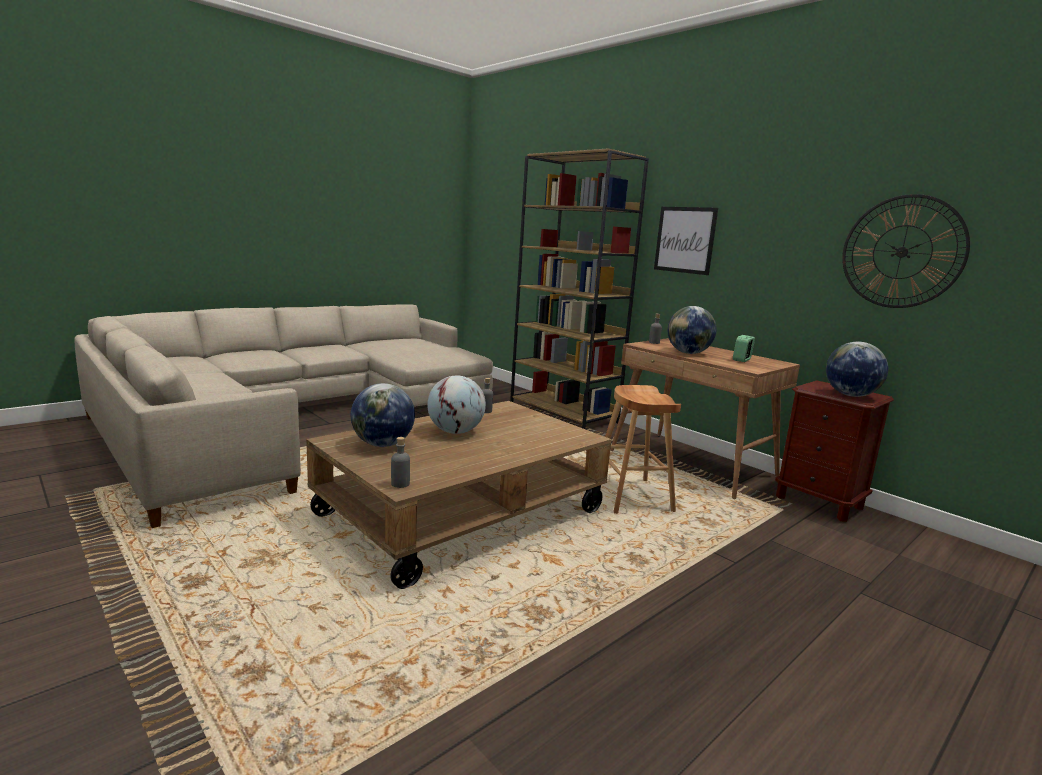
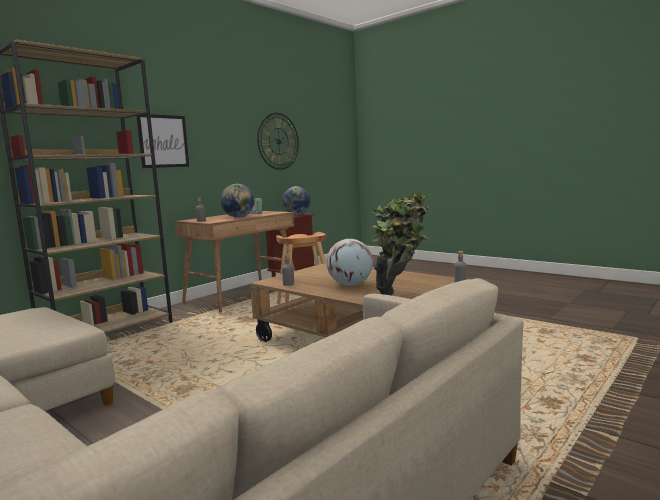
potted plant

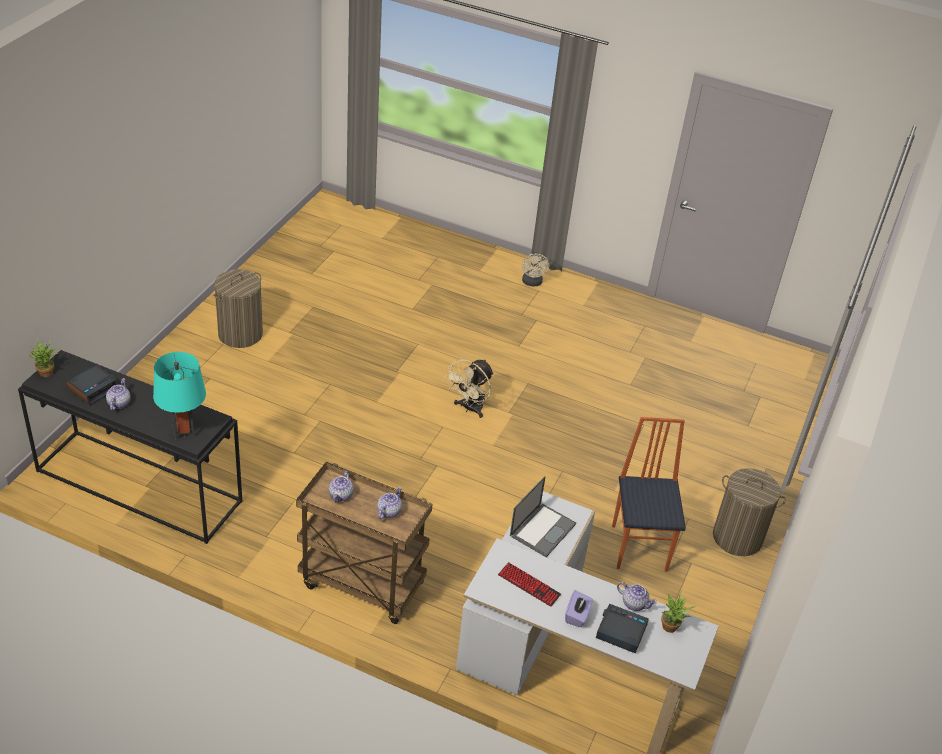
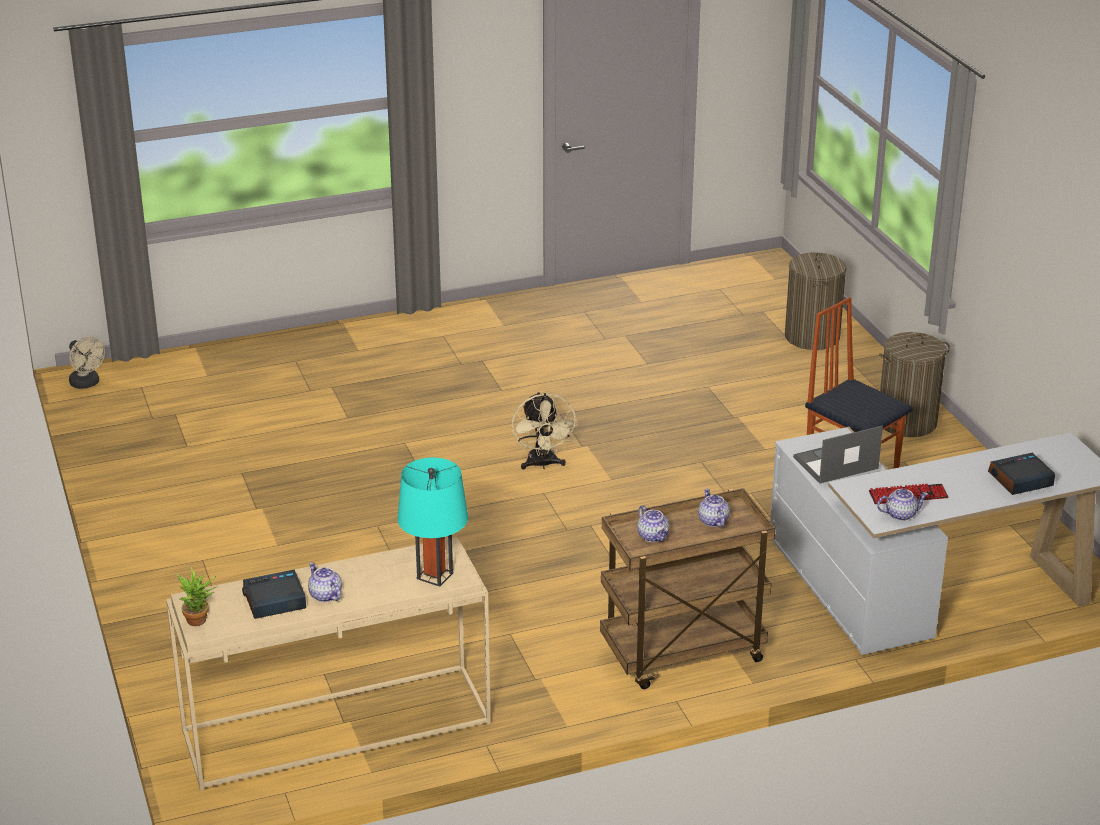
beige console table; alarm clock (no. 1 from left); laundry basket (no. 1 from left); laptop; beige fan (no. 1 from left); purple tissue box; teapot (no. 4 from left); potted plant (no. 2 from left in the first image)

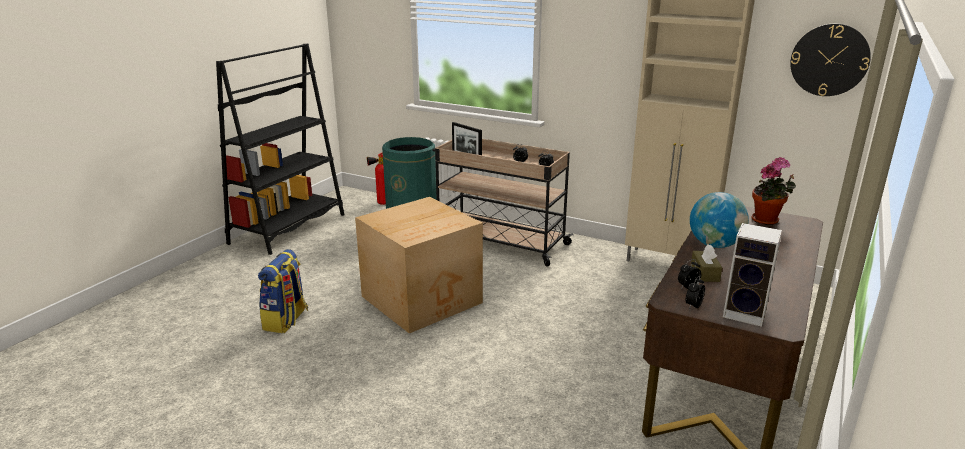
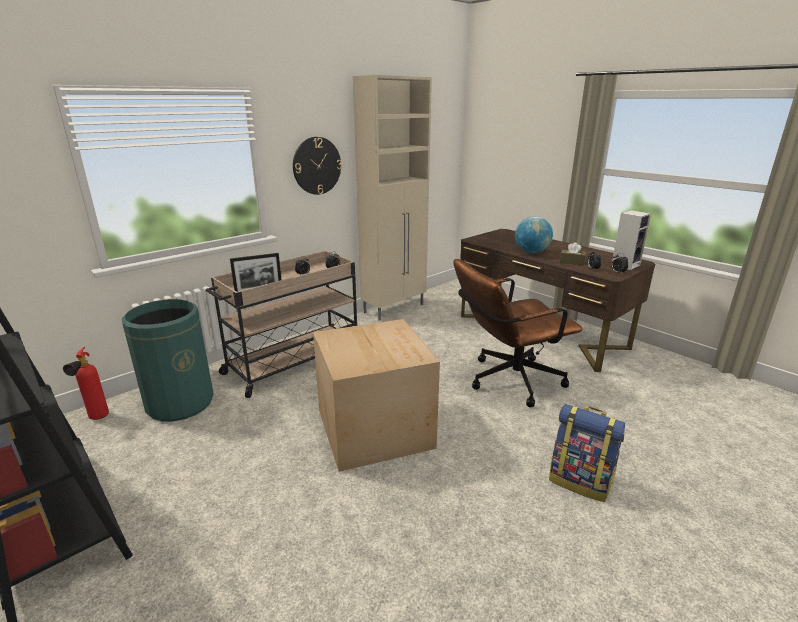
backpack; potted plant; wall clock; brown office chair

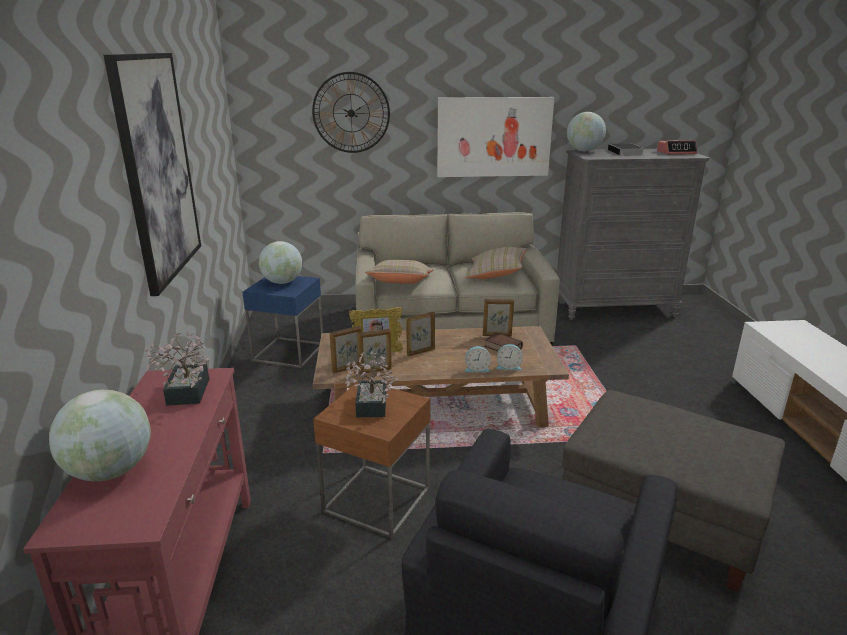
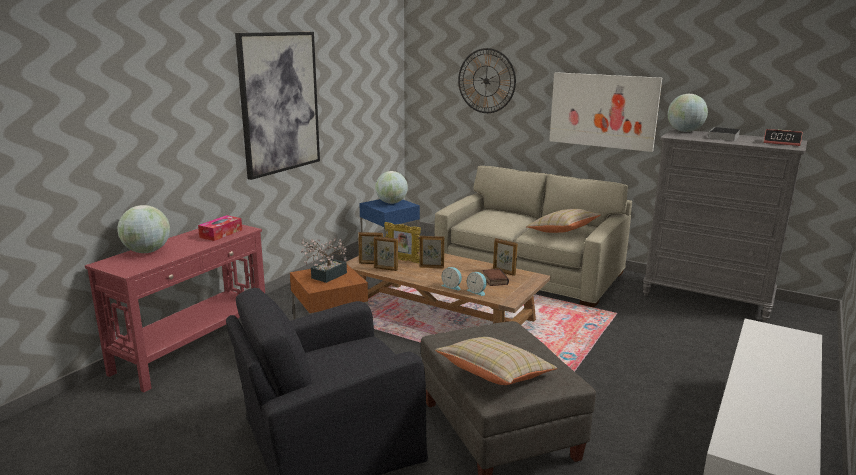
tissue box; beige pillow (no. 1 from left)

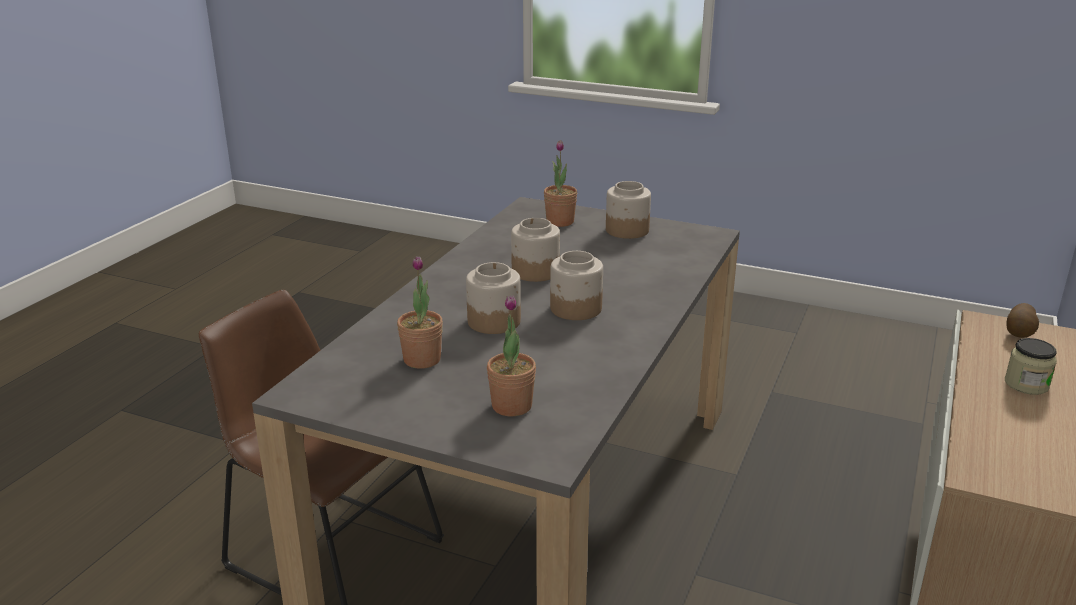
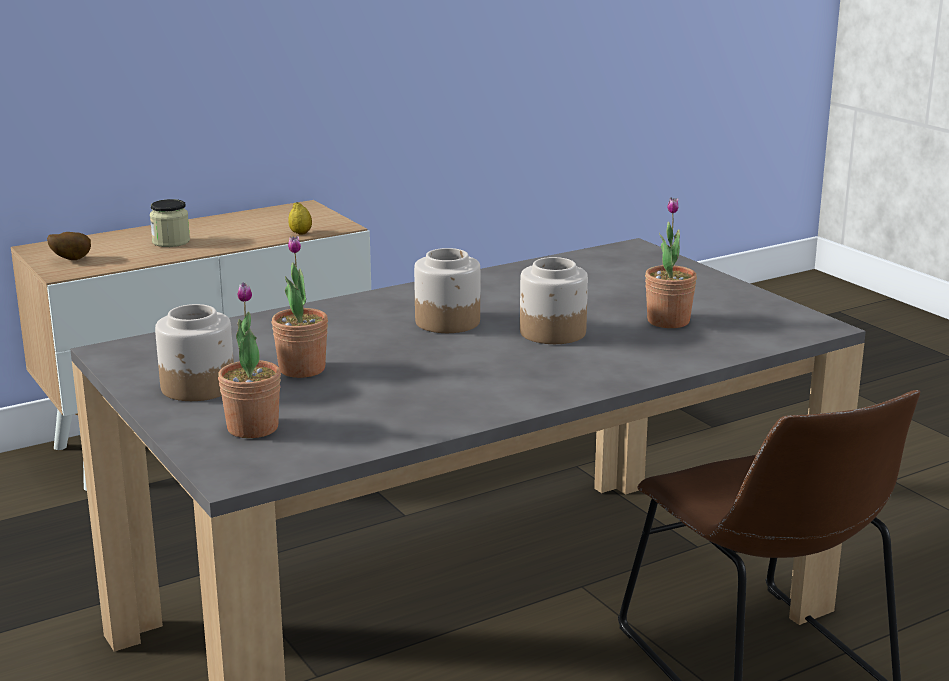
potted plant (no. 2 from left); jar (no. 2 from left in the first image); lemon

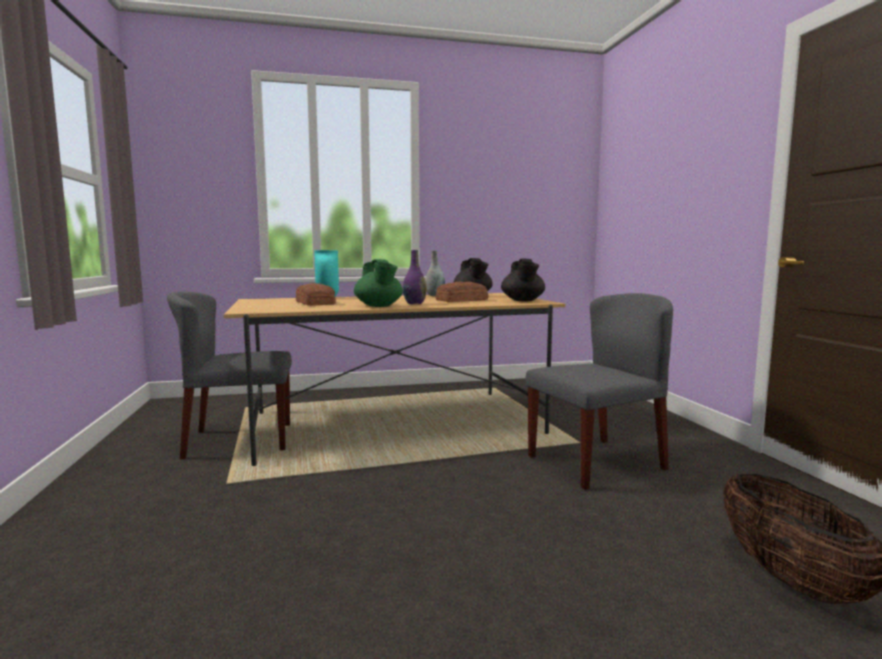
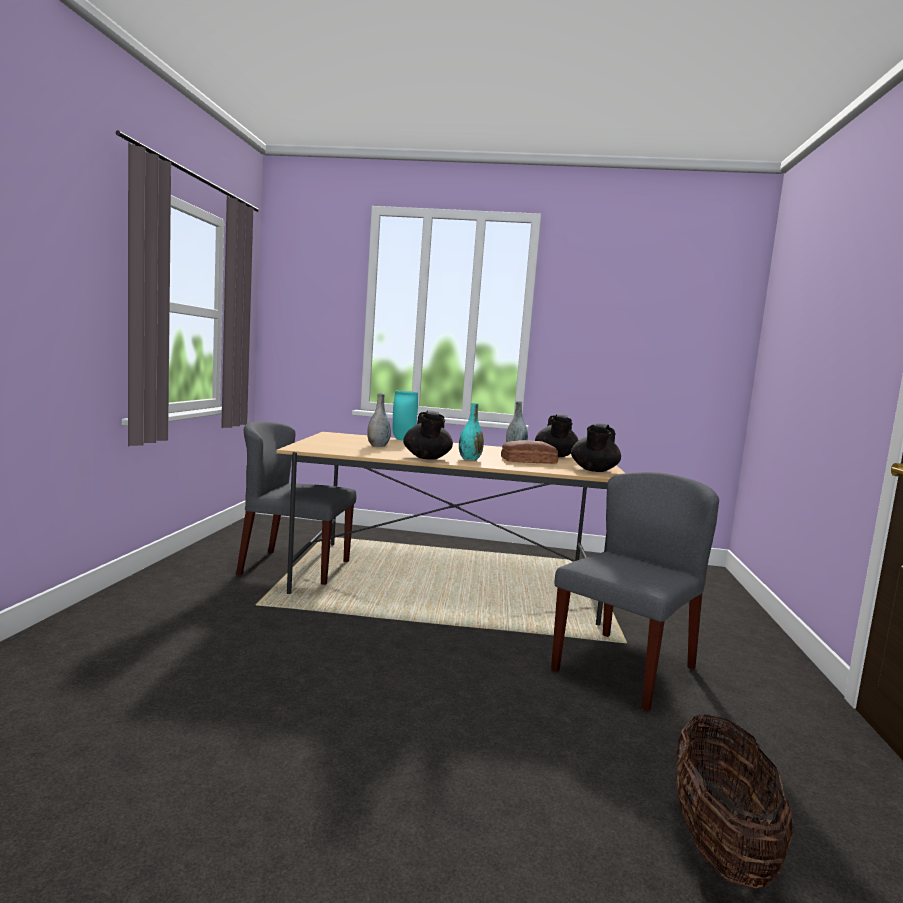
grey vase (no. 1 from left); black teapot (no. 1 from left); turquoise vase (no. 2 from left); grey chair (no. 2 from left)

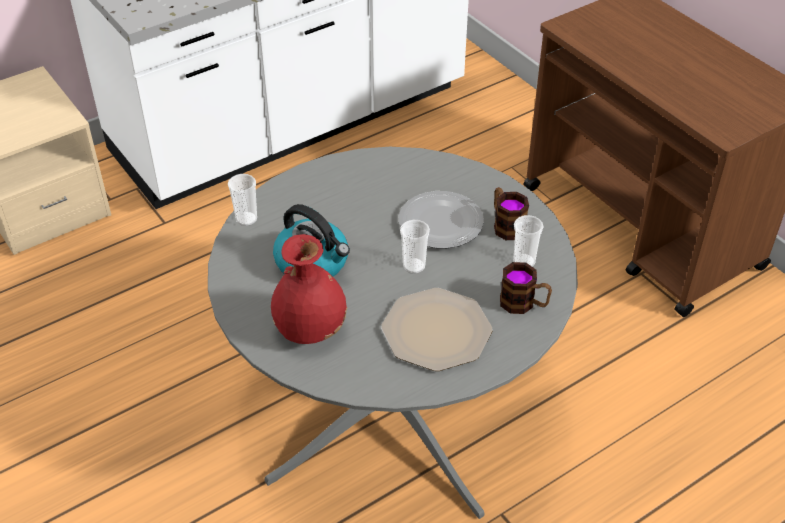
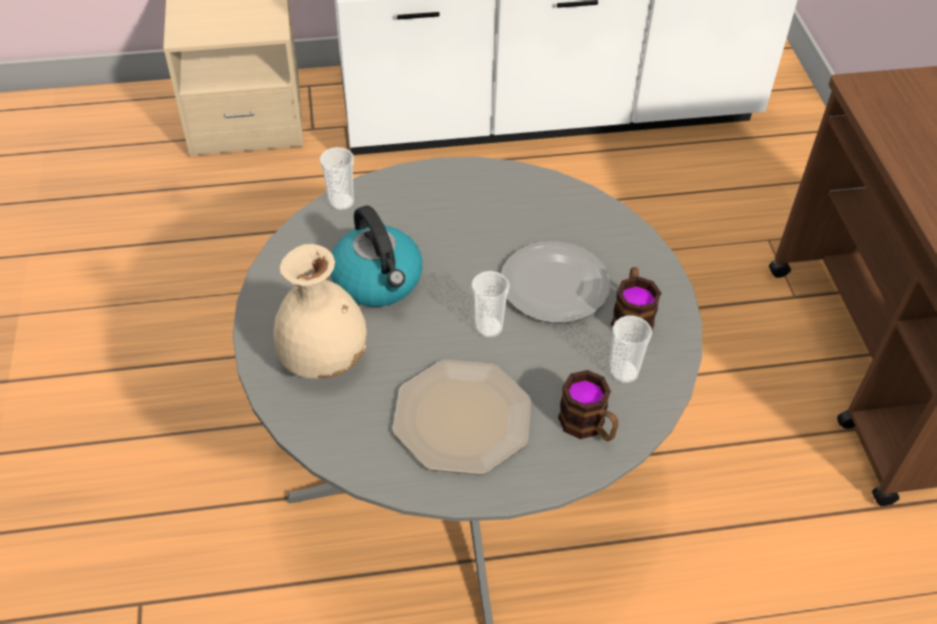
beige vase

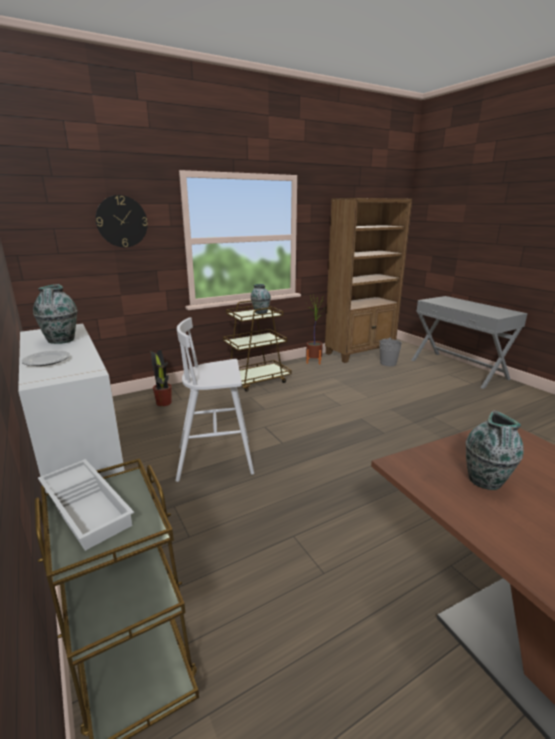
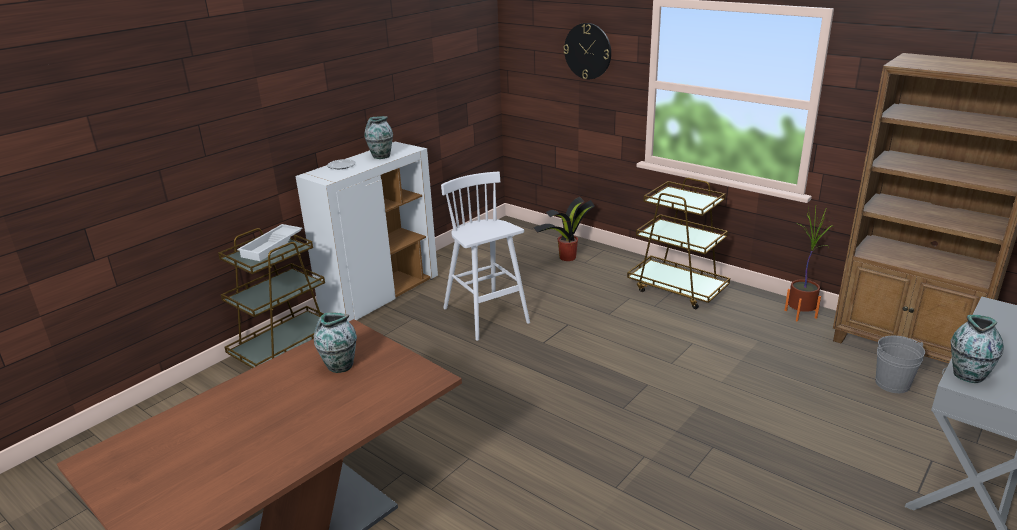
vase (no. 3 from left)

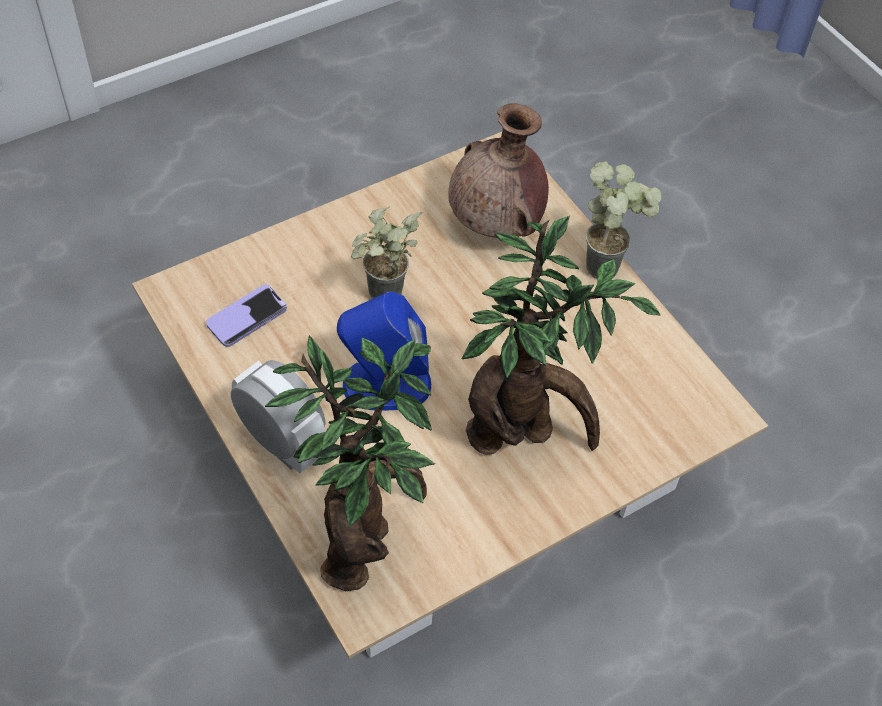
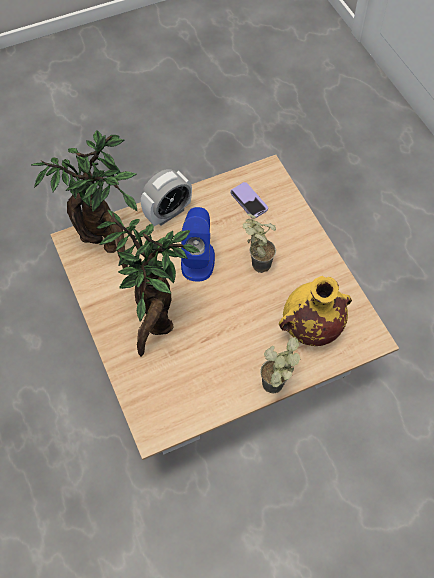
yellow vase

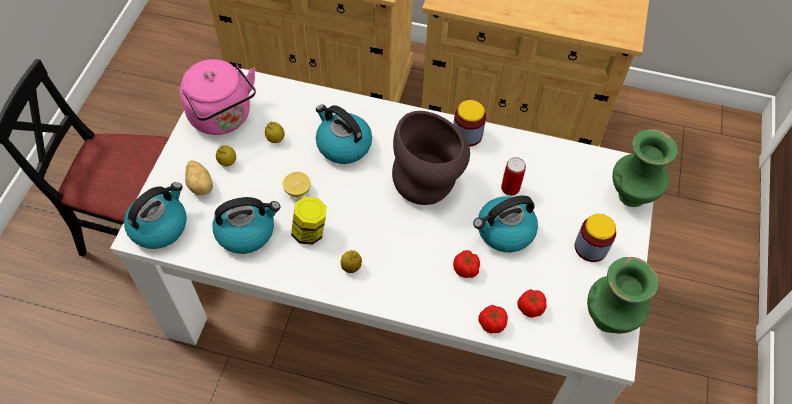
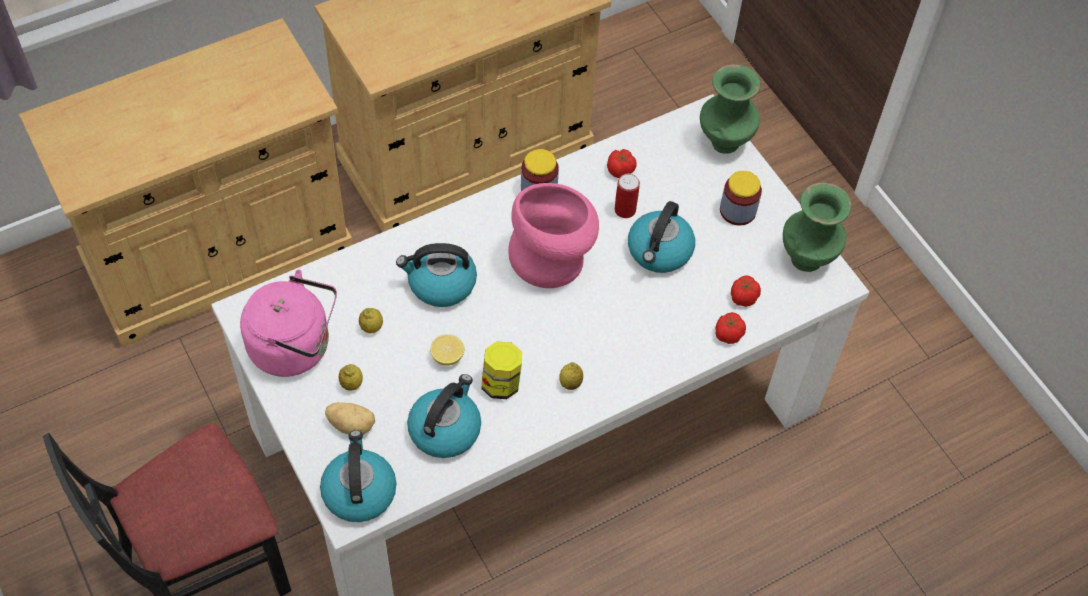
pink vase; tomato (no. 1 from left)

